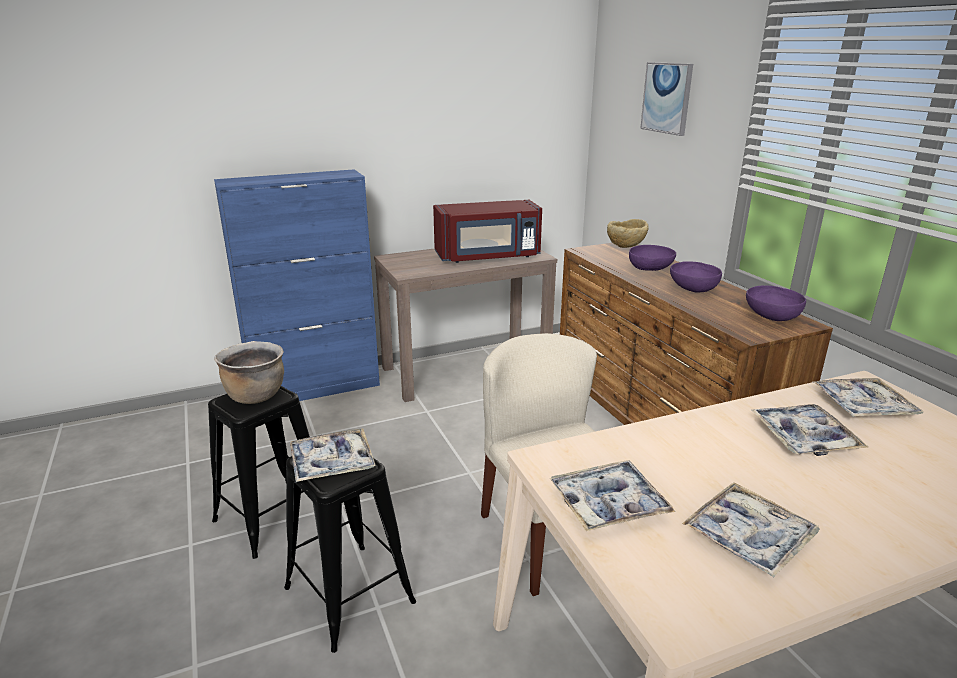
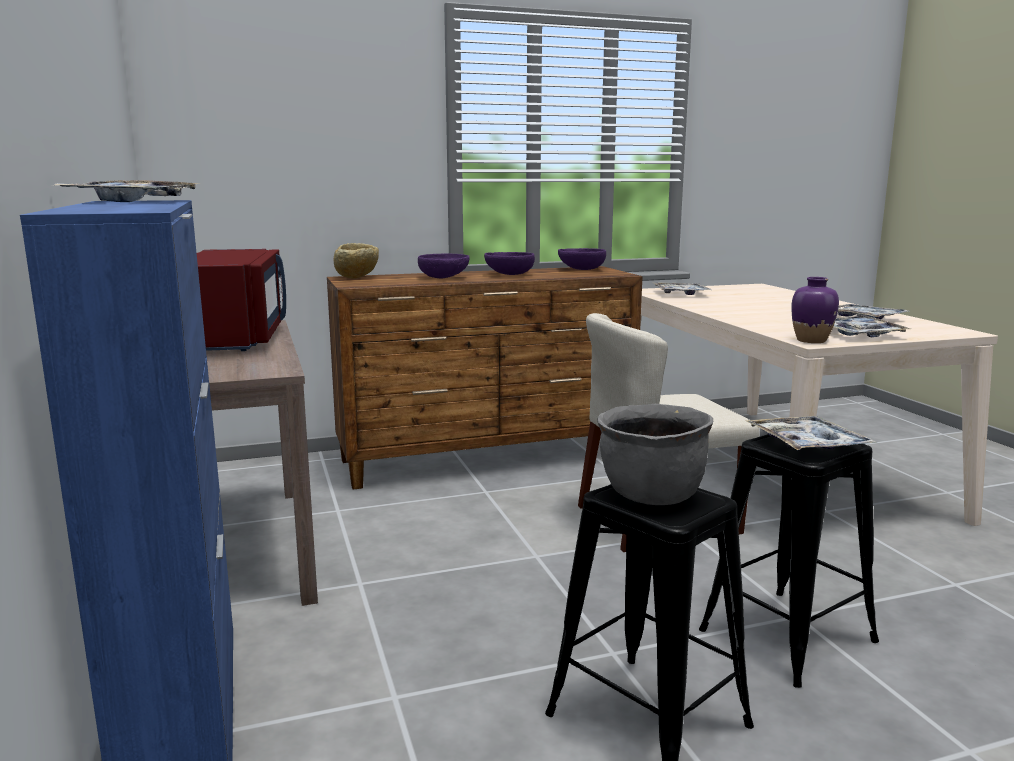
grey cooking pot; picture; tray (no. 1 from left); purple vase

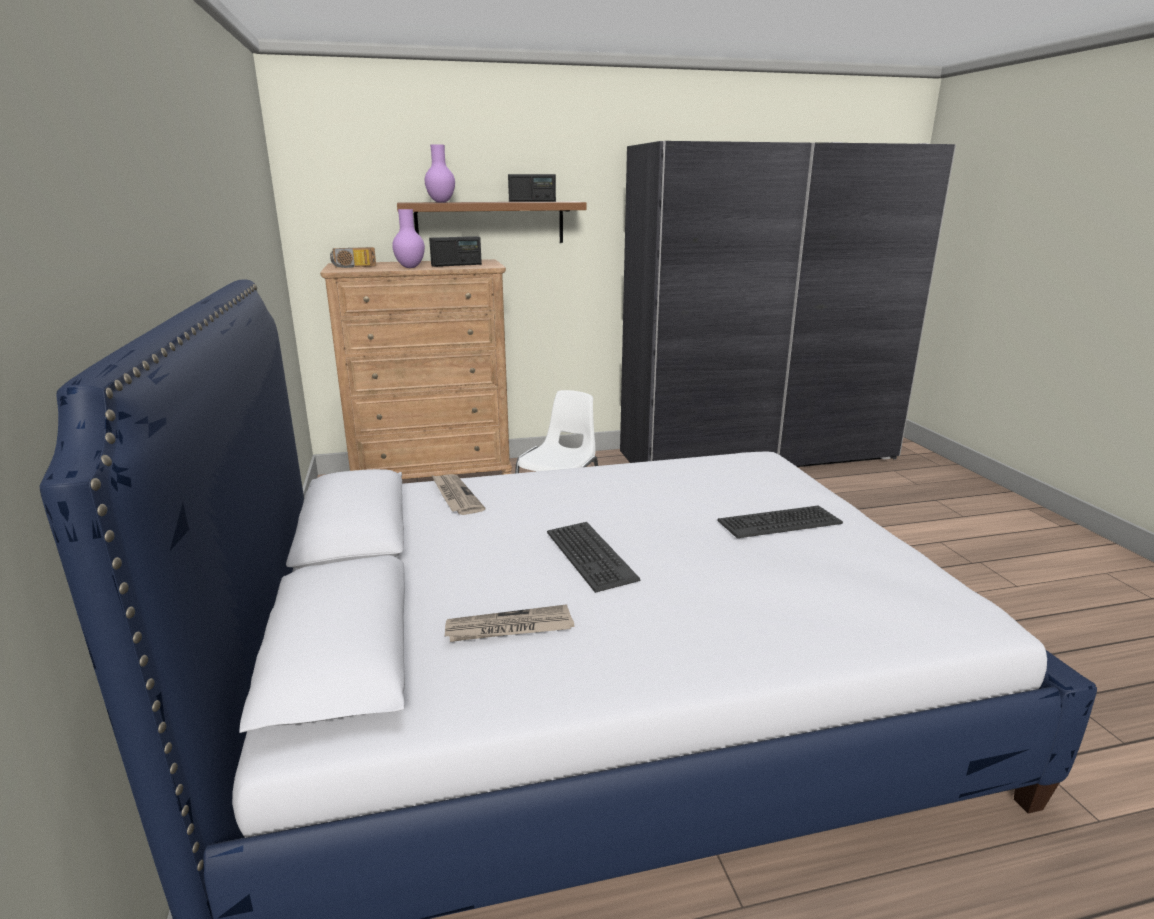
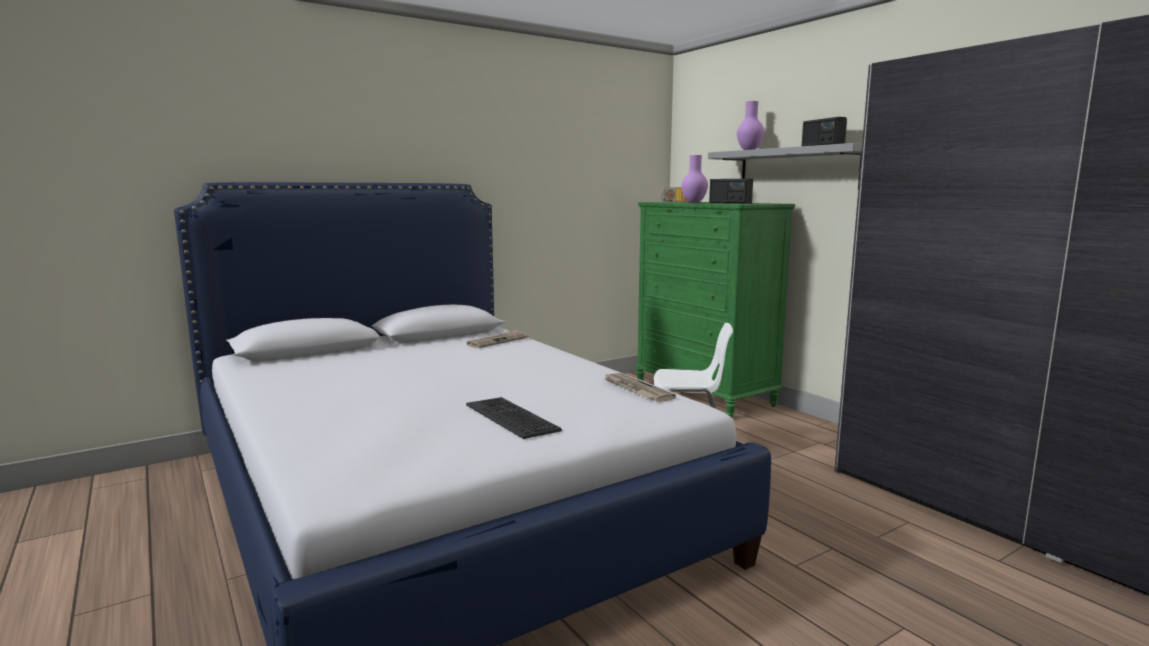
green dresser; grey shelf; newspaper (no. 2 from left); keyboard (no. 1 from left in the first image)

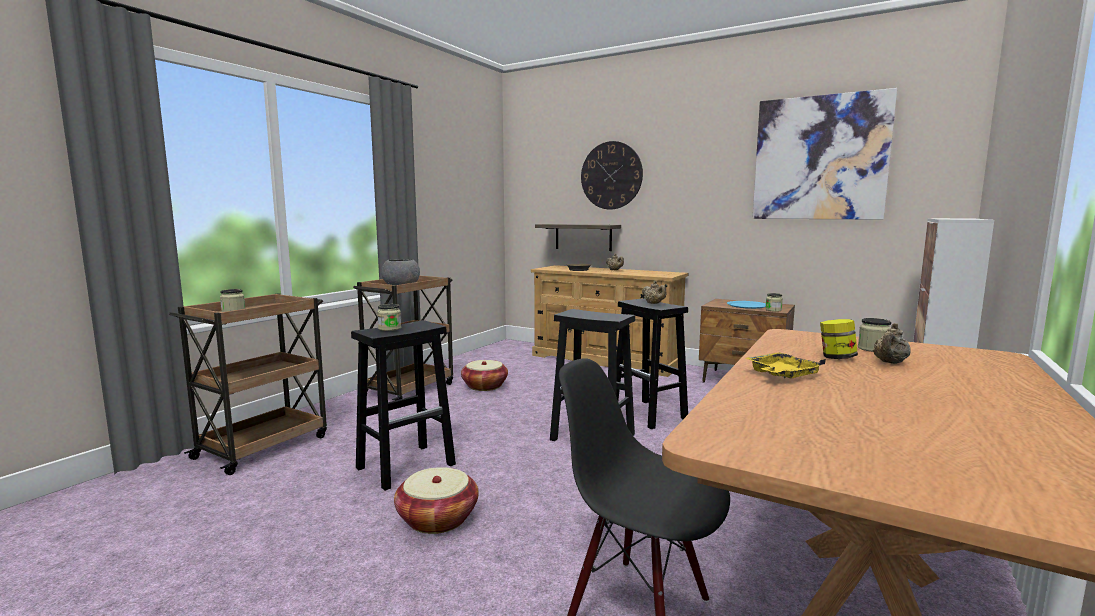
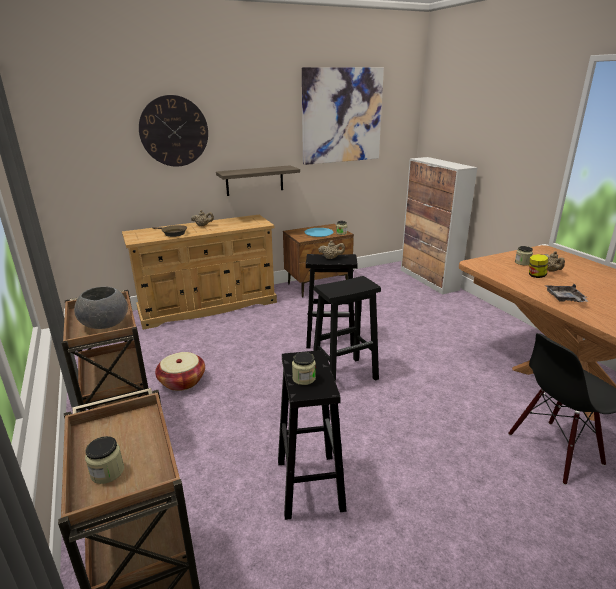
basket (no. 1 from left in the first image); shelf; grey tray

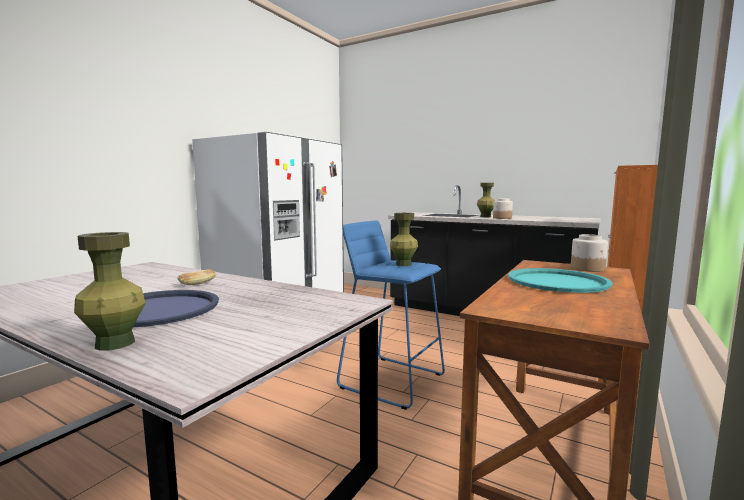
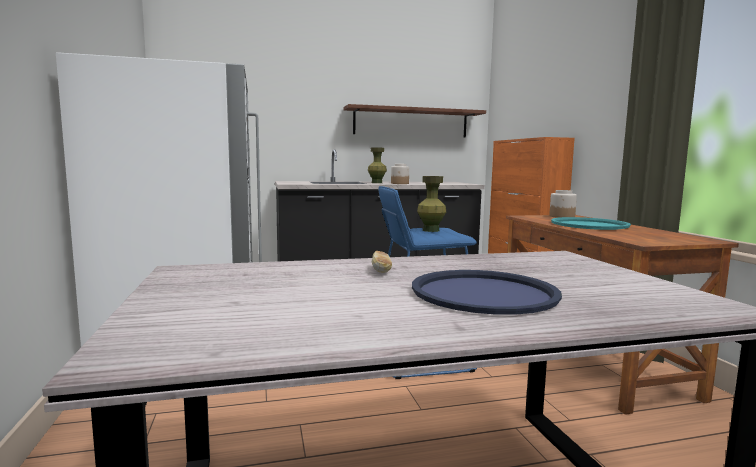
green vase (no. 1 from left in the first image); brown shelf

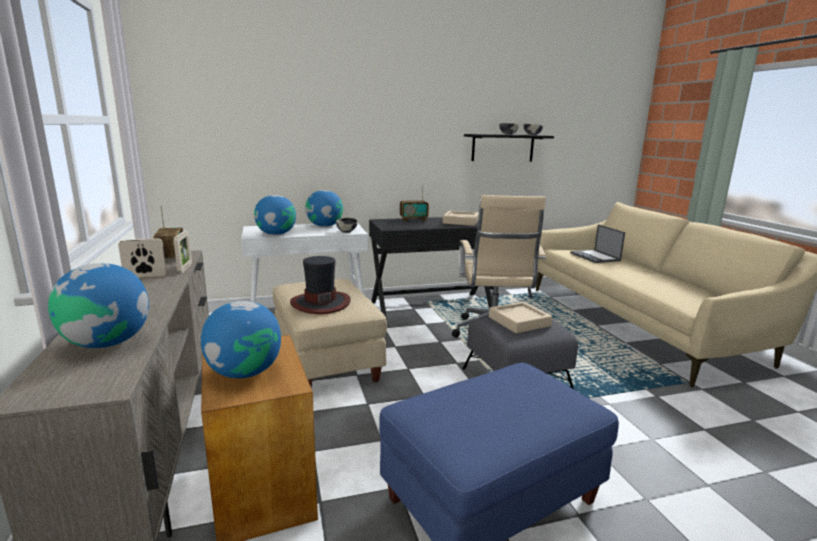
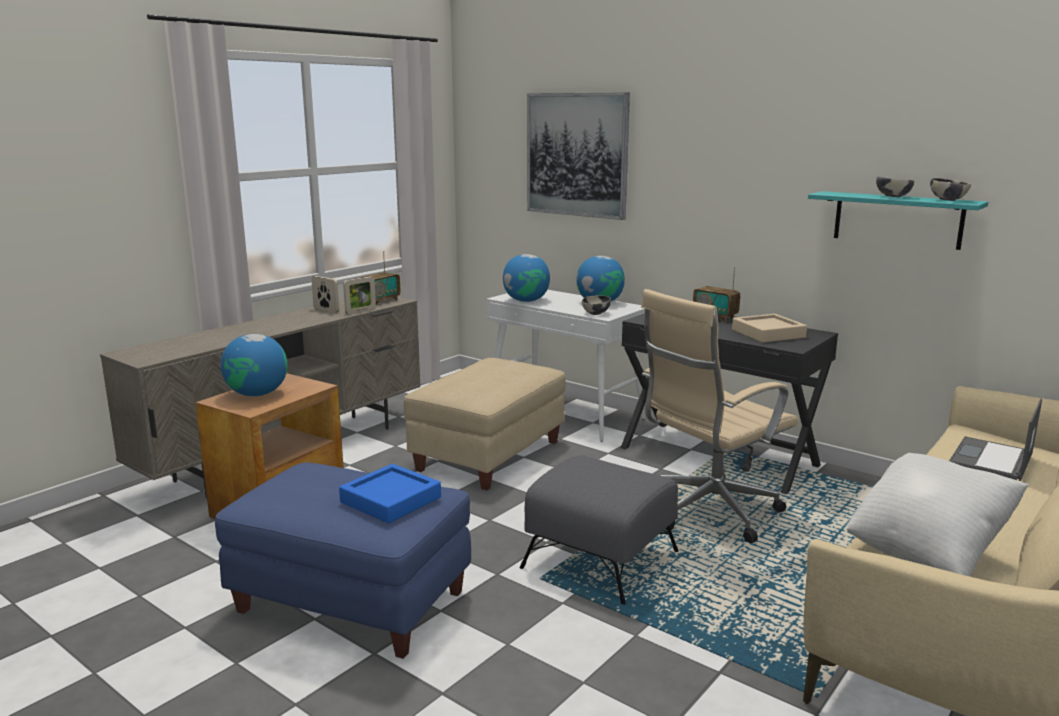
globe (no. 1 from left in the first image); hat; turquoise shelf; beige tray (no. 2 from left in the first image); blue tray; picture; white pillow

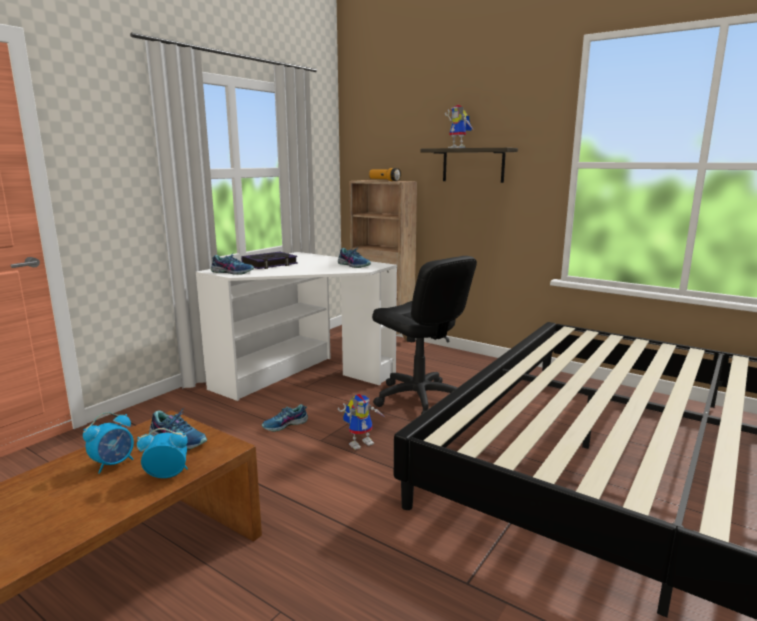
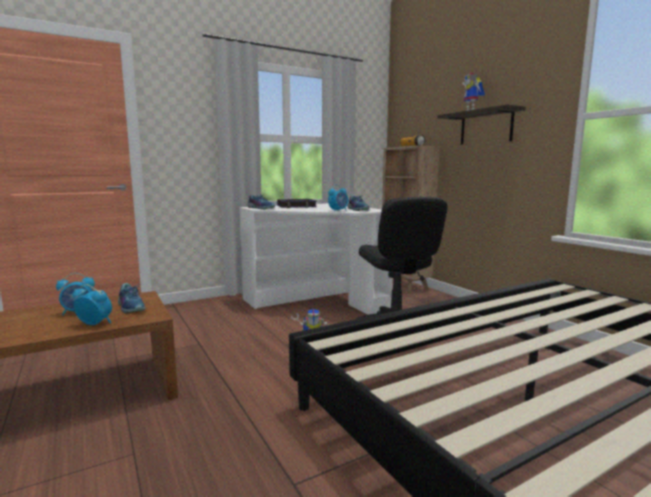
shoe (no. 3 from left in the first image); alarm clock (no. 3 from left)

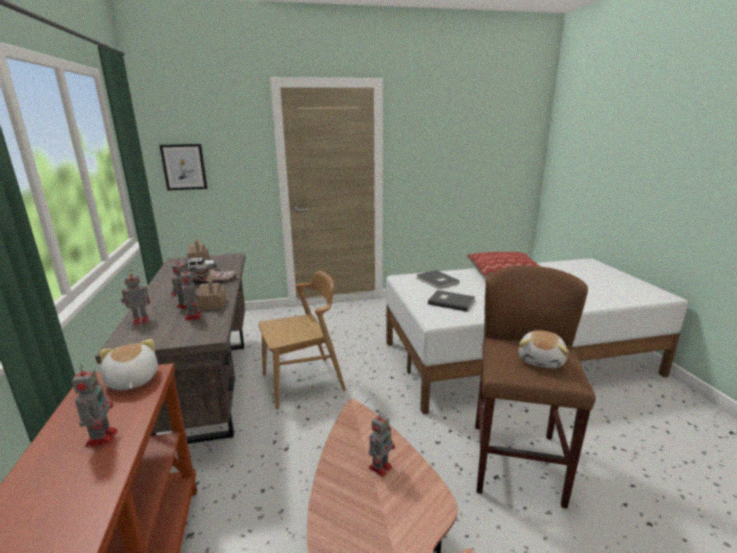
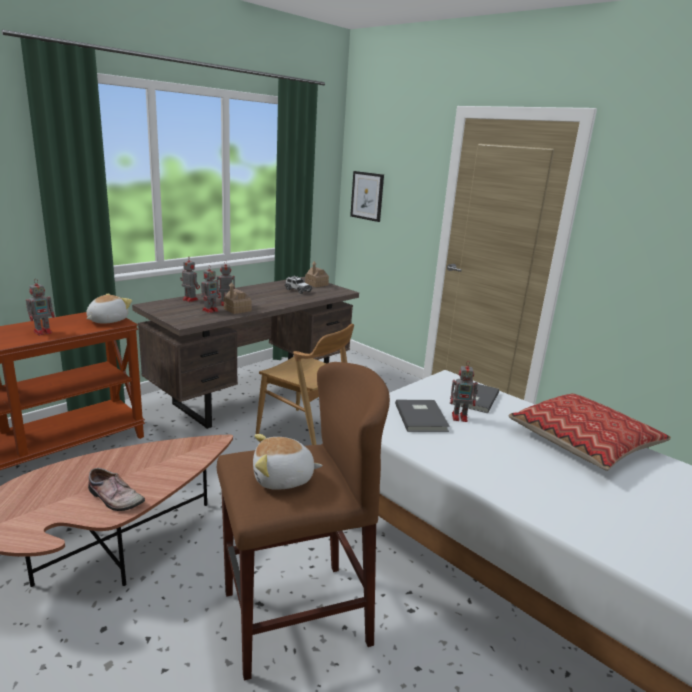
shoe; toy robot (no. 5 from left)

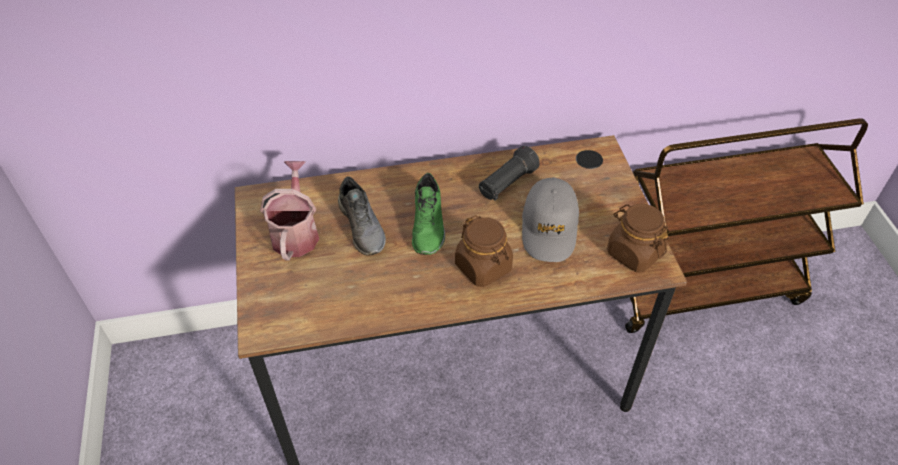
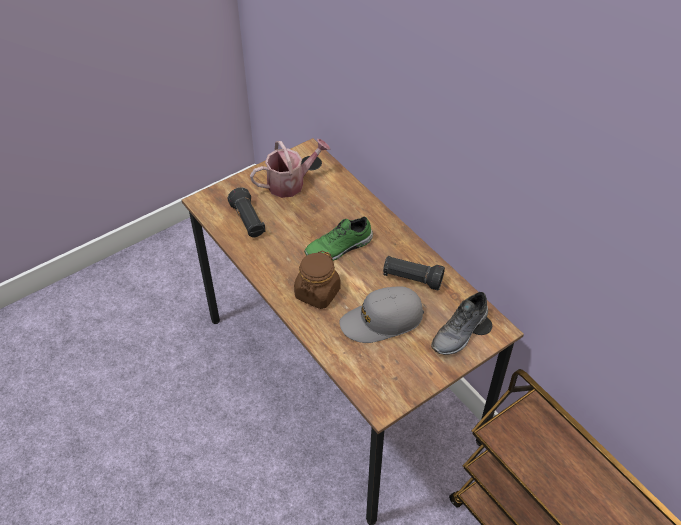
grey shoe; brown jar (no. 2 from left in the first image); black flashlight (no. 1 from left)

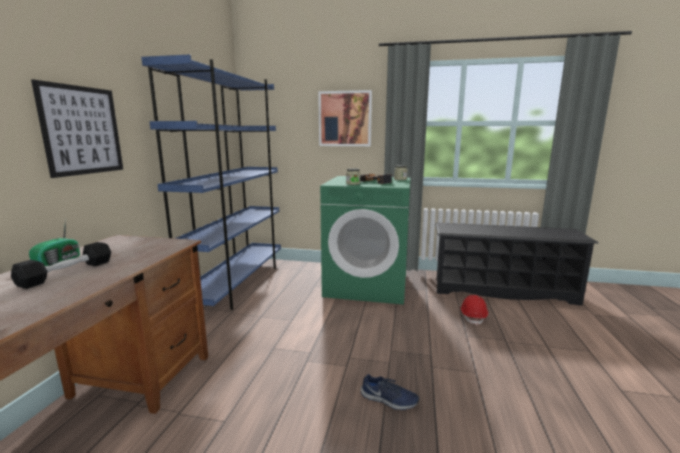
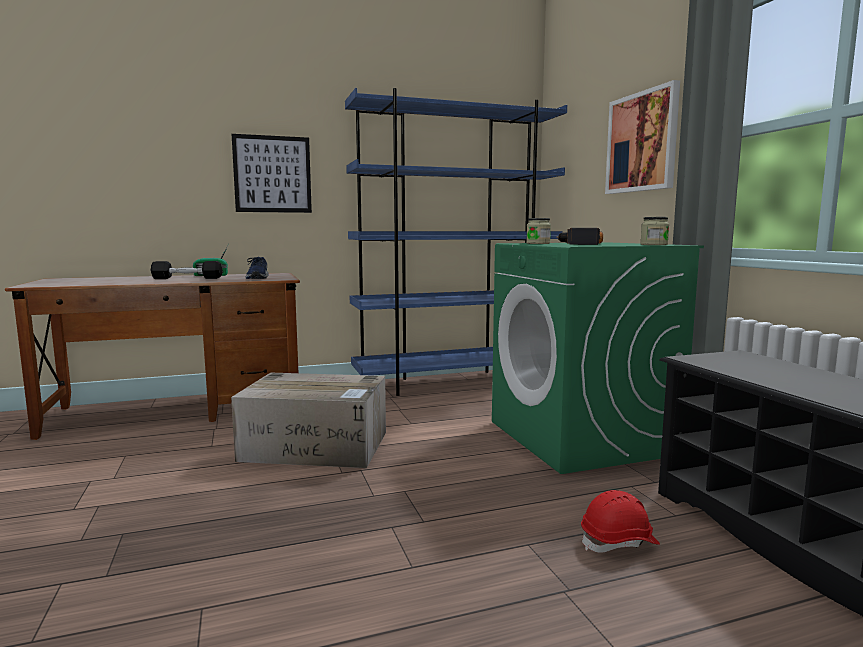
blue shoe; cardboard box

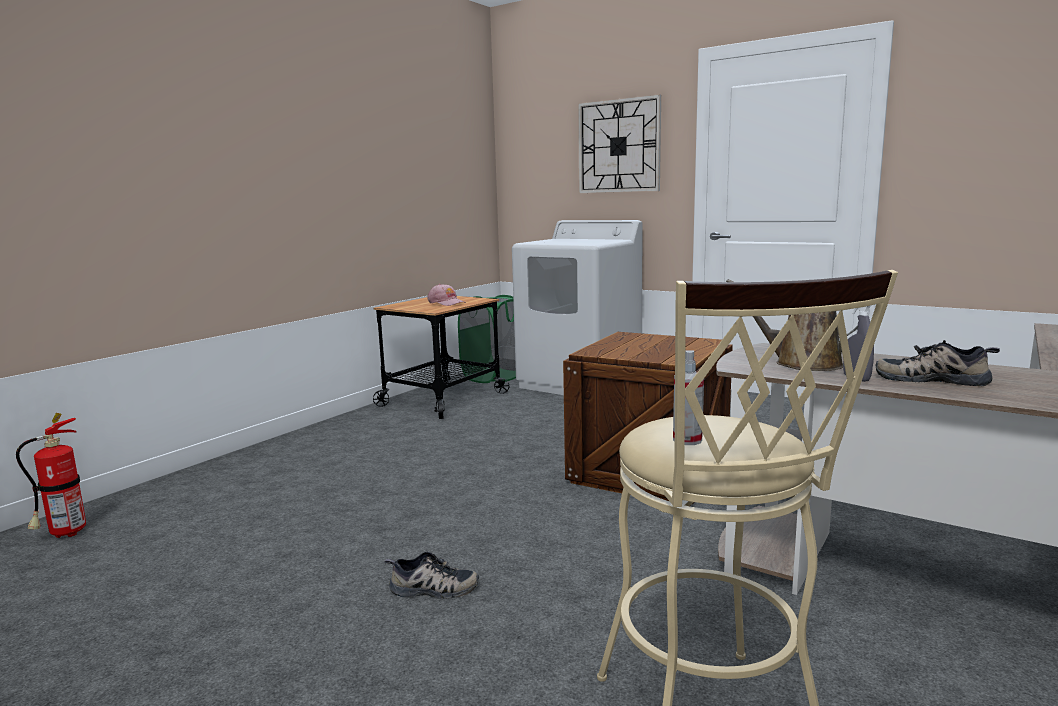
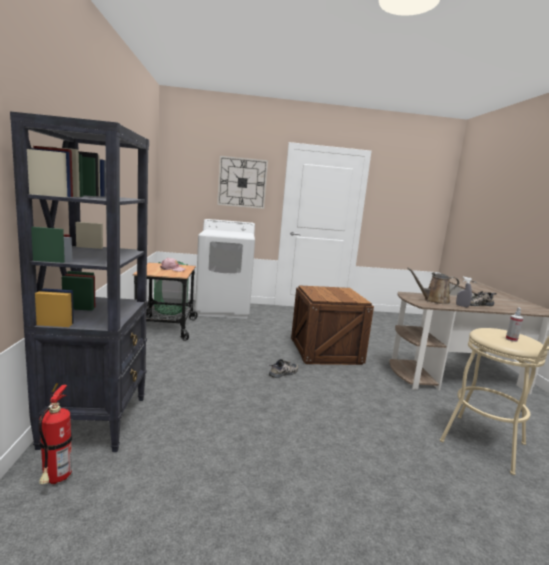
shoe (no. 1 from left); black bookcase

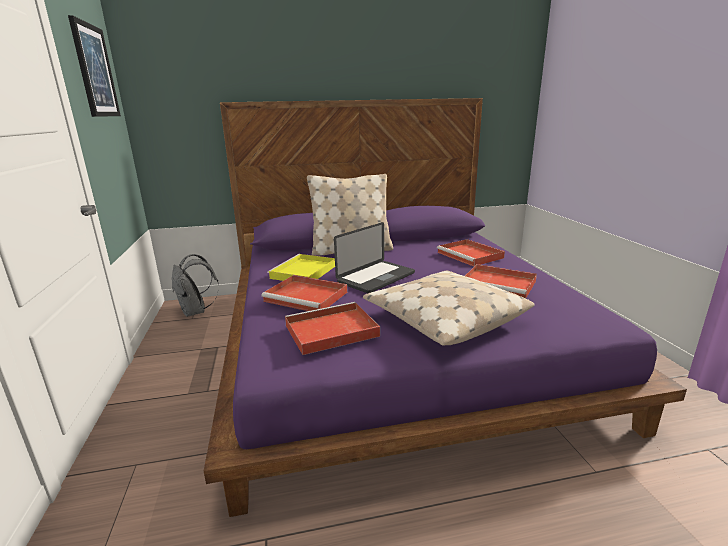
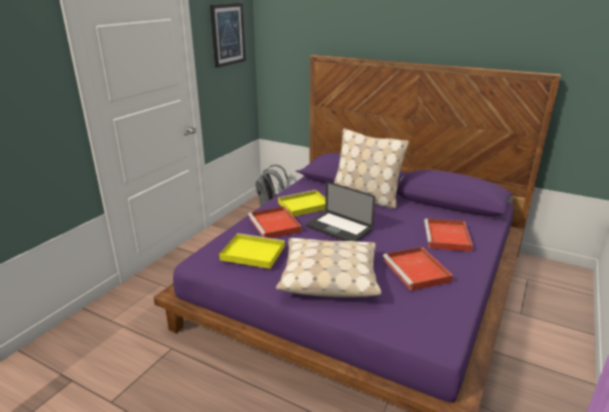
yellow tray (no. 1 from left); laptop

